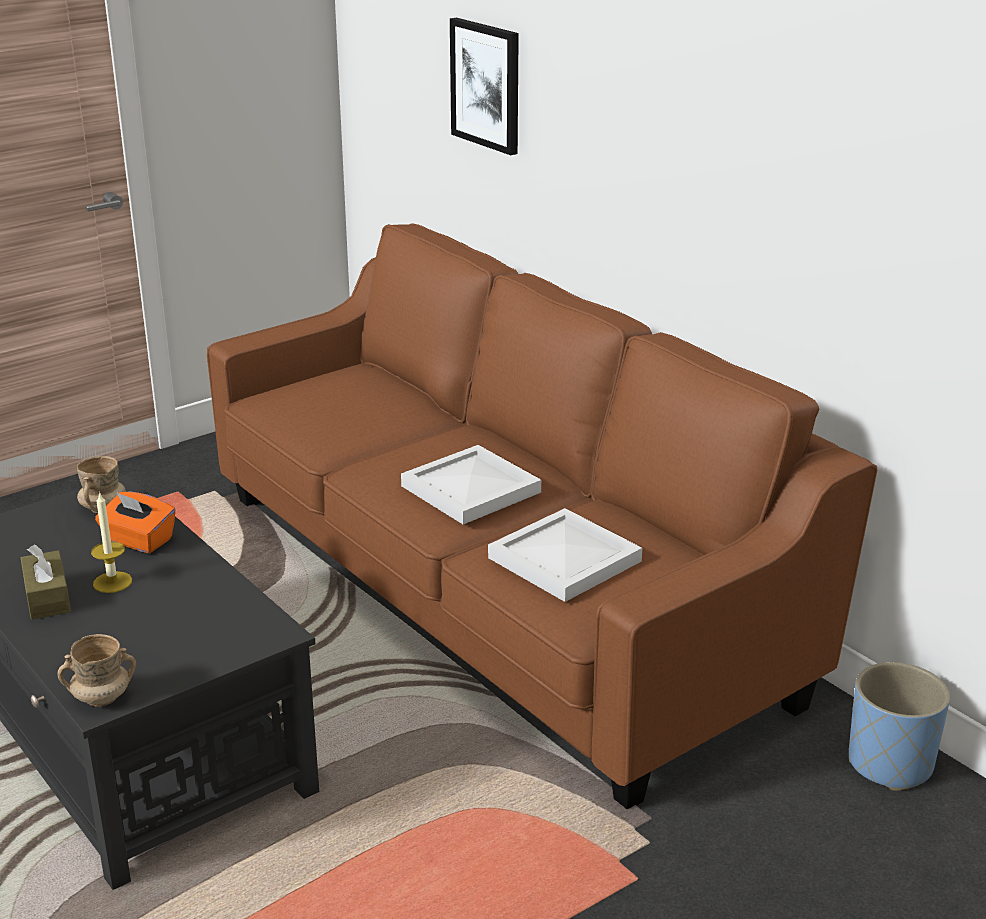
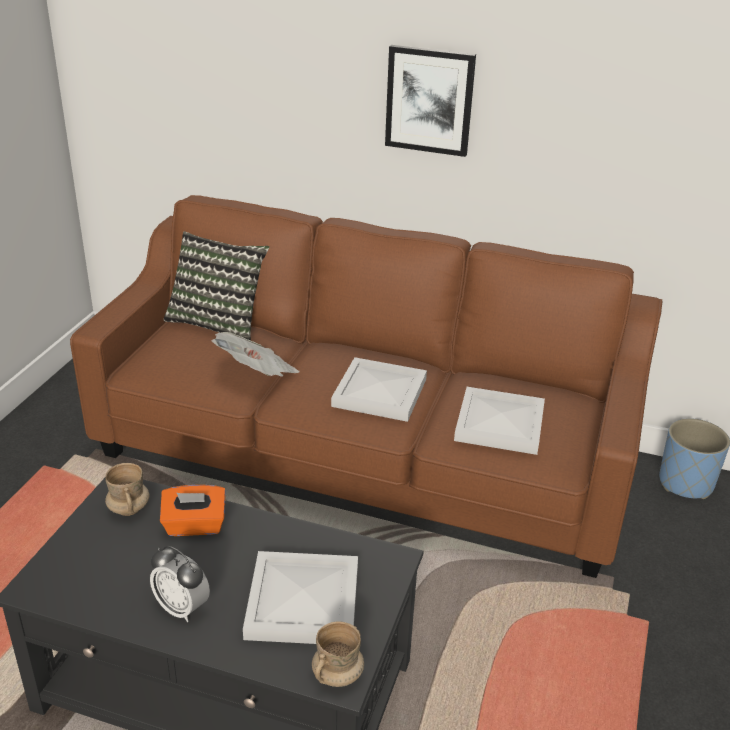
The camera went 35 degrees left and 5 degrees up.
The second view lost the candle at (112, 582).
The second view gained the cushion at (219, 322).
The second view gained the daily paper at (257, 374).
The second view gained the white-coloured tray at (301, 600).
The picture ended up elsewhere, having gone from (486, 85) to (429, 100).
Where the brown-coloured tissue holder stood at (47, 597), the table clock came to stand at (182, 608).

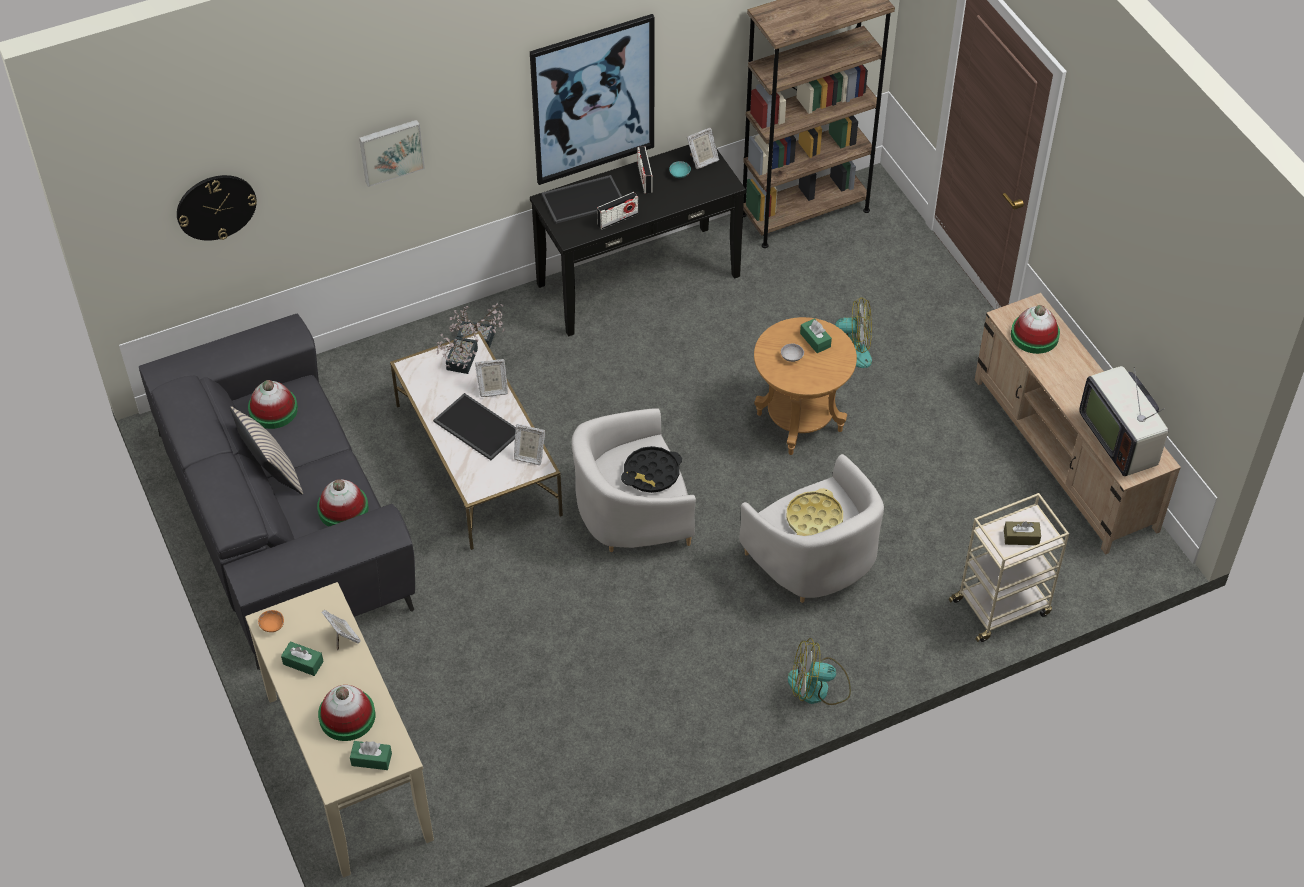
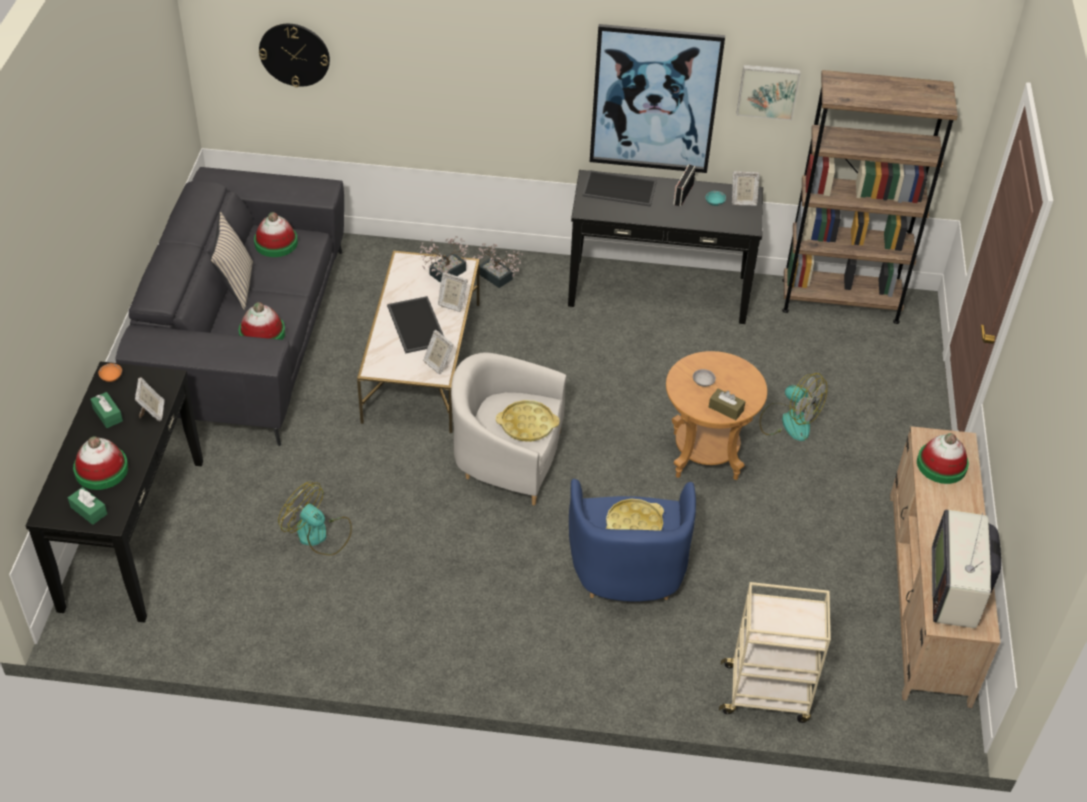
The camera went 30 degrees right and 5 degrees down.
The second view lost the radio set at (617, 219).
The second view lost the green-coloured tissue holder at (815, 340).
The picture ended up elsewhere, having gone from (391, 151) to (768, 90).
The fan ended up elsewhere, having gone from (818, 687) to (319, 535).
The brown-coloured tissue holder ended up elsewhere, having gone from (1021, 537) to (726, 409).
What was the sand-coloured narrow table at (347, 767) turned into the black-coloured narrow table at (132, 533).
What was the black-coloured tray at (651, 473) turned into the yellowish tray at (527, 425).
What was the white-coloured armchair at (814, 561) turned into the blue-coloured armchair at (628, 570).

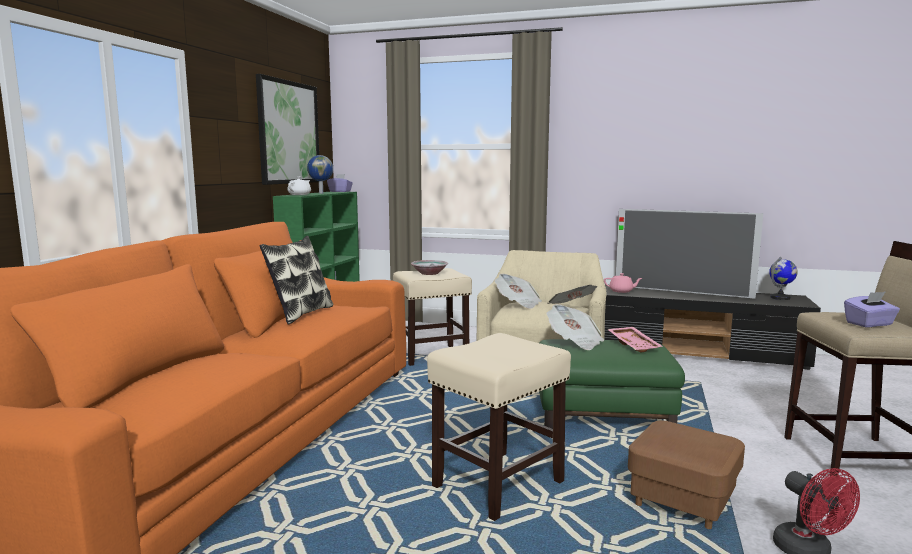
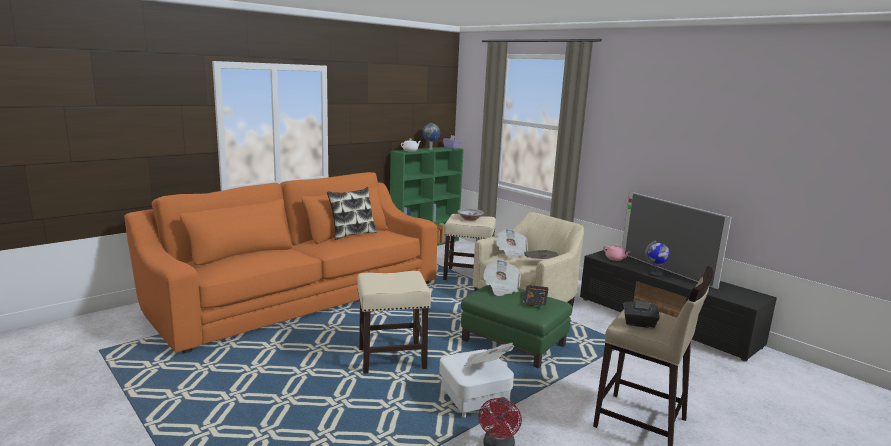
The camera went 30 degrees right and 5 degrees up.
The second view lost the picture at (288, 132).
The second view gained the daily paper at (487, 366).
The world globe ended up elsewhere, having gone from (780, 298) to (655, 274).
What was the pink-coloured tray at (634, 345) turned into the black-coloured tray at (536, 300).
What was the brown-coloured ottoman at (682, 502) turned into the white-coloured ottoman at (474, 401).
What was the purple-coloured tissue holder at (869, 324) turned into the black-coloured tissue holder at (639, 324).

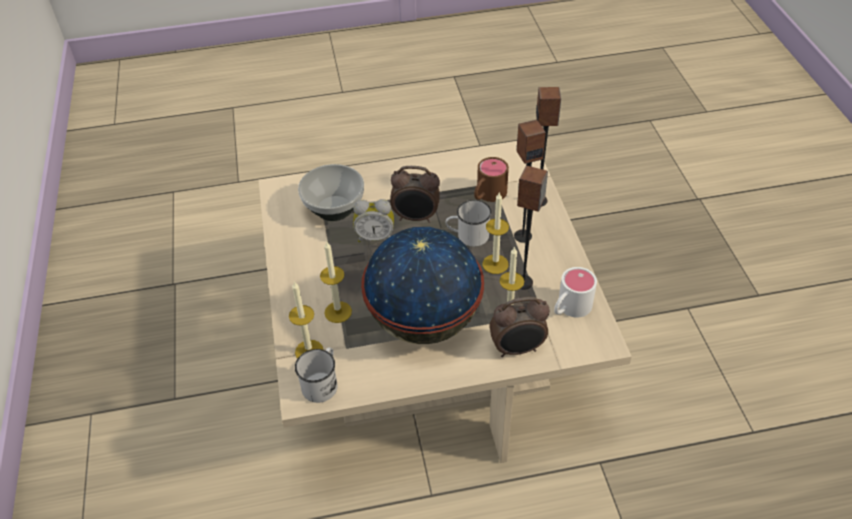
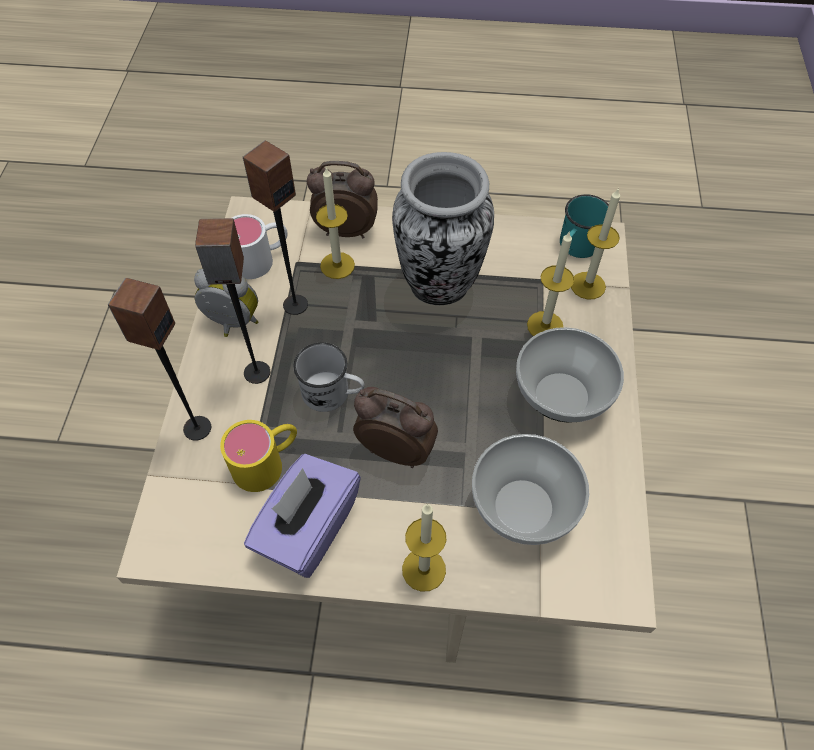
The camera went 165 degrees left and 10 degrees up.
The second view gained the purple-coloured tissue holder at (307, 528).
The second view gained the deep dish at (562, 396).
The table clock ended up elsewhere, having gone from (375, 237) to (232, 324).
The candle ended up elsewhere, having gone from (495, 264) to (424, 569).
Where the world globe stood at (424, 321), the decorative vase came to stand at (439, 287).
What was the white-coloured tea mug at (322, 383) turned into the turquoise-coloured tea mug at (575, 247).
What was the brown-coloured tea mug at (487, 195) turned into the yellowish tea mug at (267, 462).

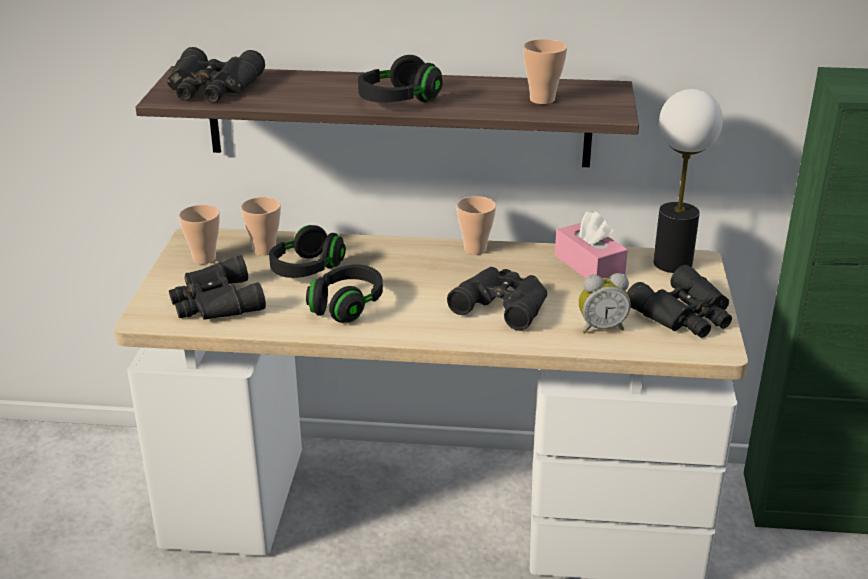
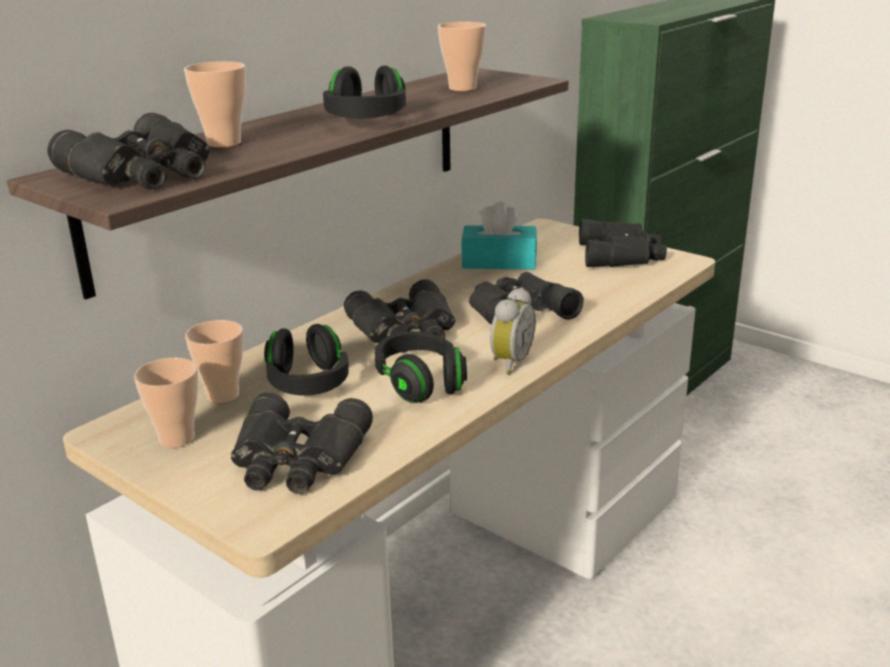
The camera went 55 degrees left and 5 degrees down.
The second view lost the table lamp at (673, 263).
The second view gained the black-coloured binoculars at (406, 331).
The small cup ended up elsewhere, having gone from (475, 249) to (224, 143).
The table clock ended up elsewhere, having gone from (601, 327) to (509, 362).
What was the pink-coloured tissue holder at (589, 266) turned into the turquoise-coloured tissue holder at (499, 262).

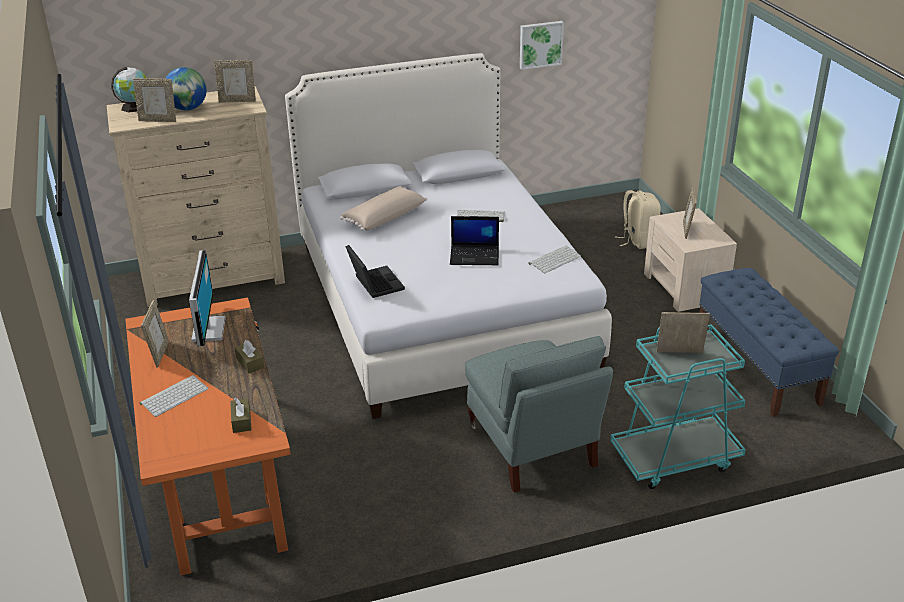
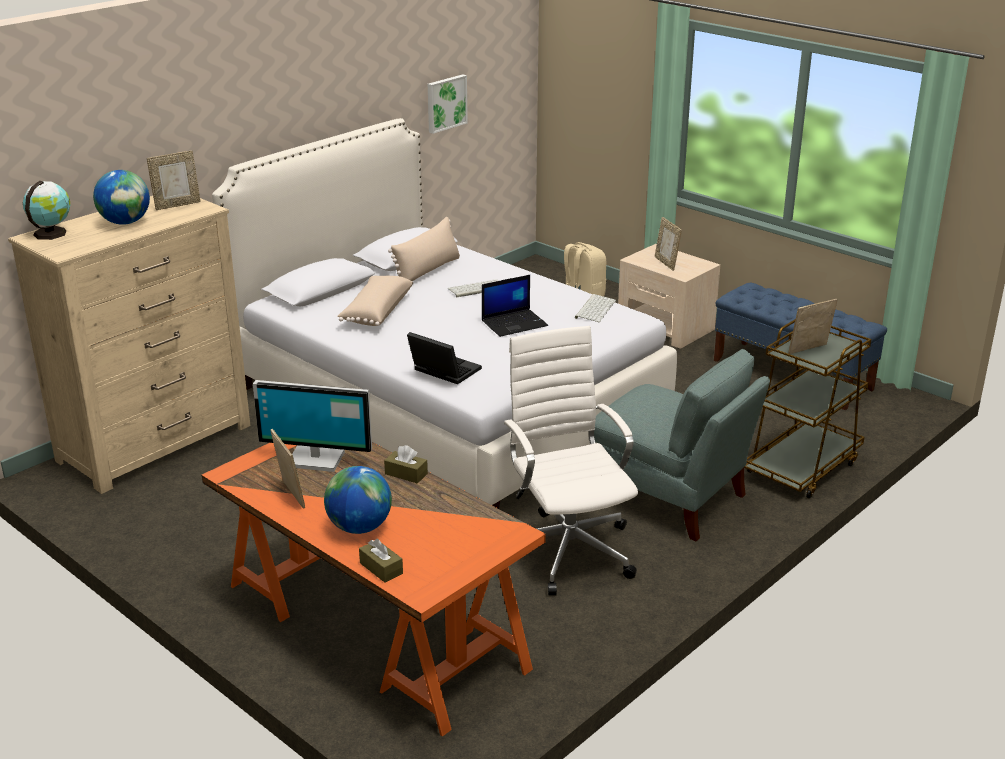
The camera went 30 degrees left and 5 degrees down.
The second view lost the picture frame at (158, 120).
The second view gained the sand-coloured cushion at (427, 271).
The second view gained the white-coloured computer chair at (567, 549).
The brown-coloured tissue holder ended up elsewhere, having gone from (241, 421) to (381, 568).
Where the computer keyboard stood at (174, 395), the world globe came to stand at (359, 527).
What was the turquoise-coloured cart at (674, 458) turned into the brown-coloured cart at (802, 467).
The computer display at (206, 330) ended up facing another way, 135 degrees clockwise from before.

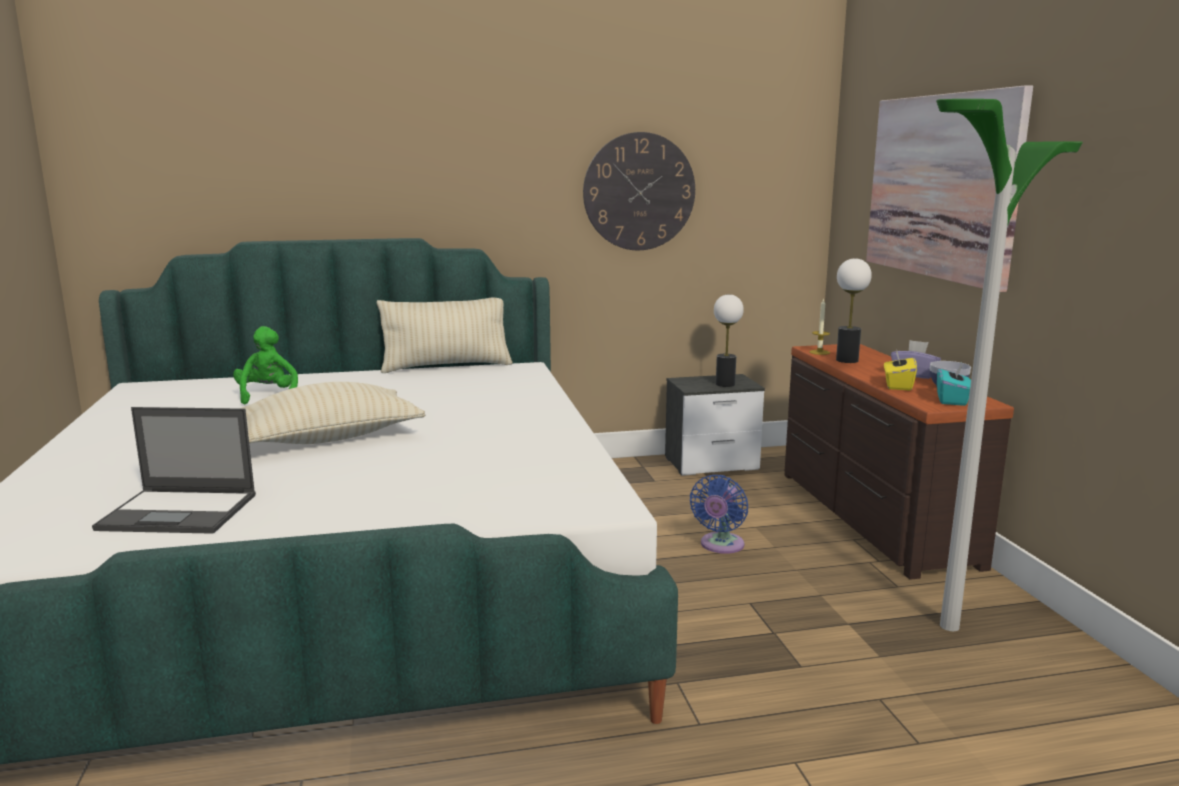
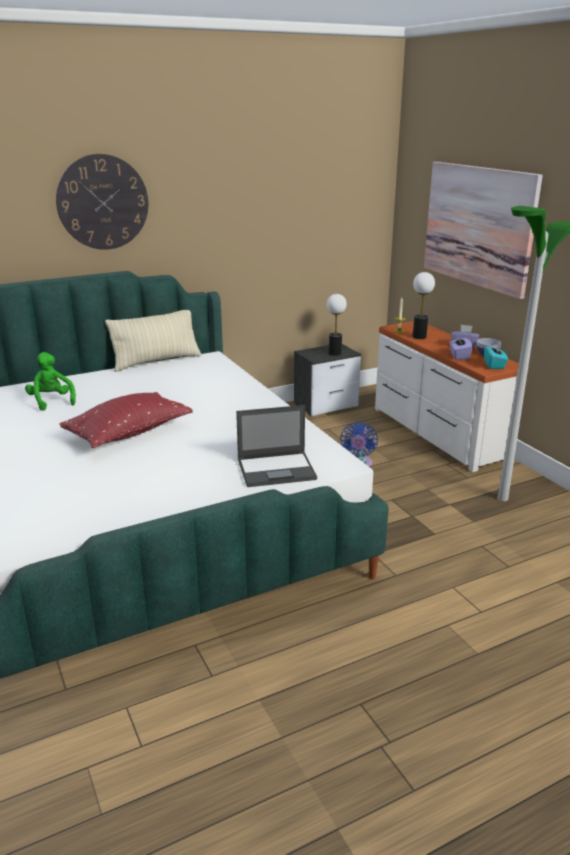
The camera went 15 degrees left and 10 degrees up.
The laptop ended up elsewhere, having gone from (180, 512) to (277, 469).
The clock on the wall ended up elsewhere, having gone from (639, 192) to (103, 202).
What was the sand-coloured cushion at (328, 439) turned into the red cushion at (129, 433).
What was the brown-coloured dresser at (871, 517) turned into the white-coloured dresser at (437, 433).
What was the yellowish tissue holder at (898, 385) turned into the purple-coloured tissue holder at (459, 356).

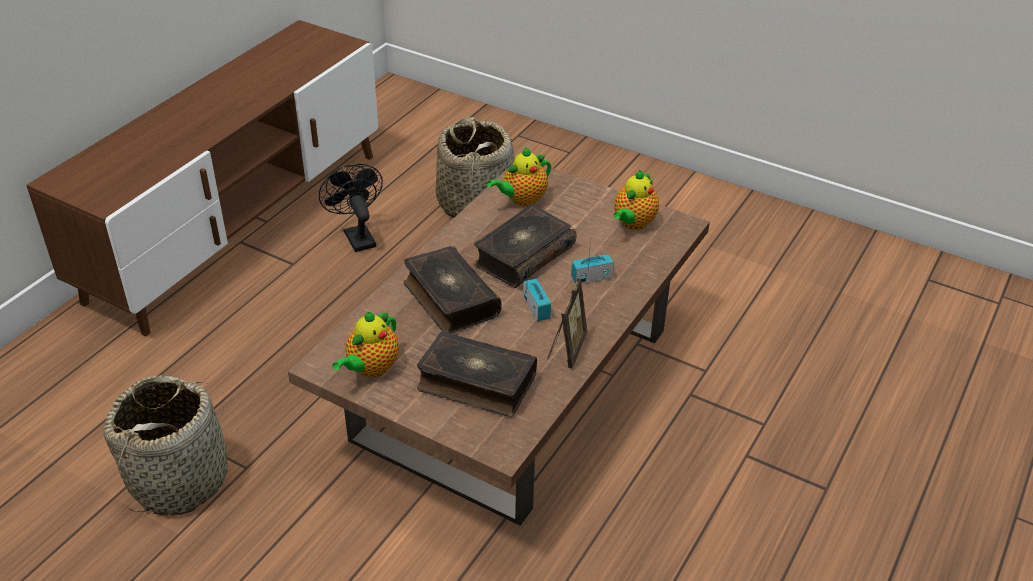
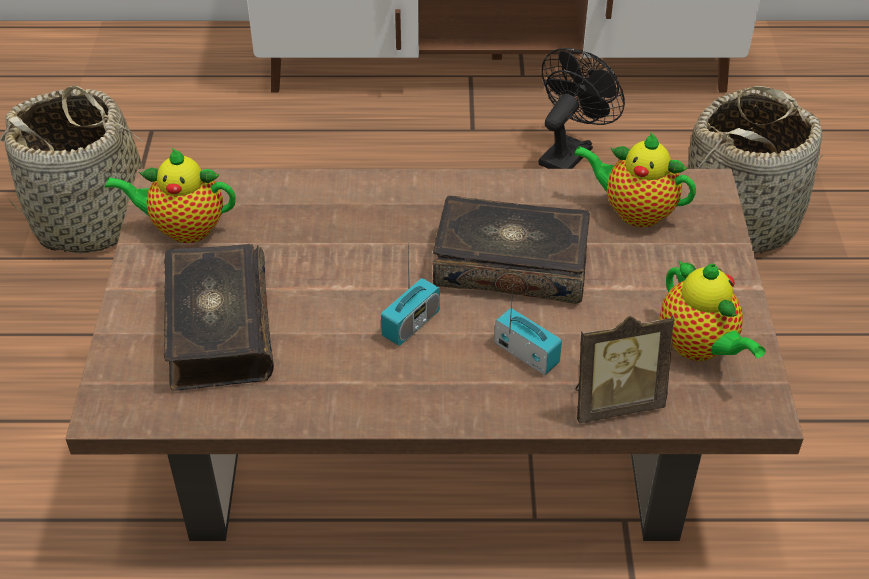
The camera went 60 degrees right and 5 degrees up.
The second view lost the book at (449, 299).
The picture frame ended up elsewhere, having gone from (566, 349) to (614, 402).
The tea pot at (633, 223) ended up facing another way, 120 degrees counterclockwise from before.

